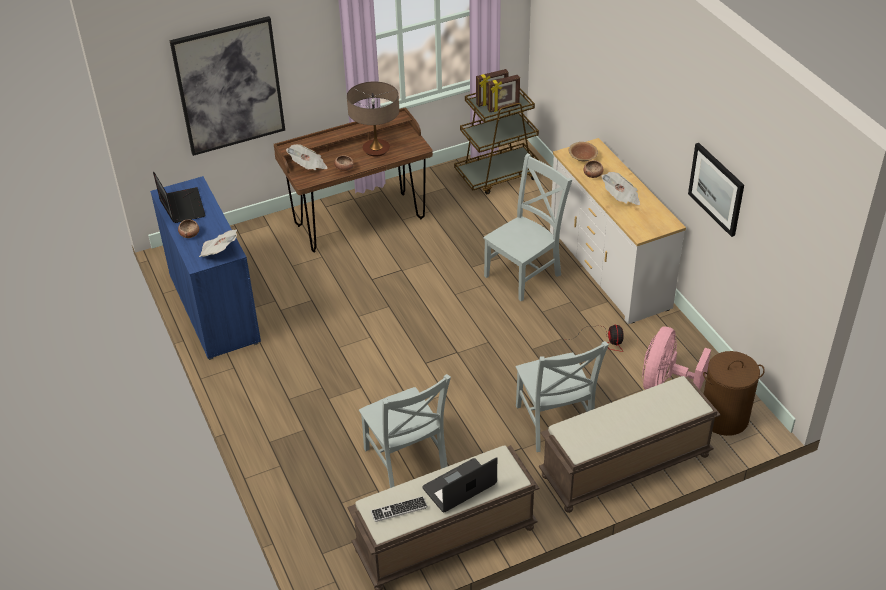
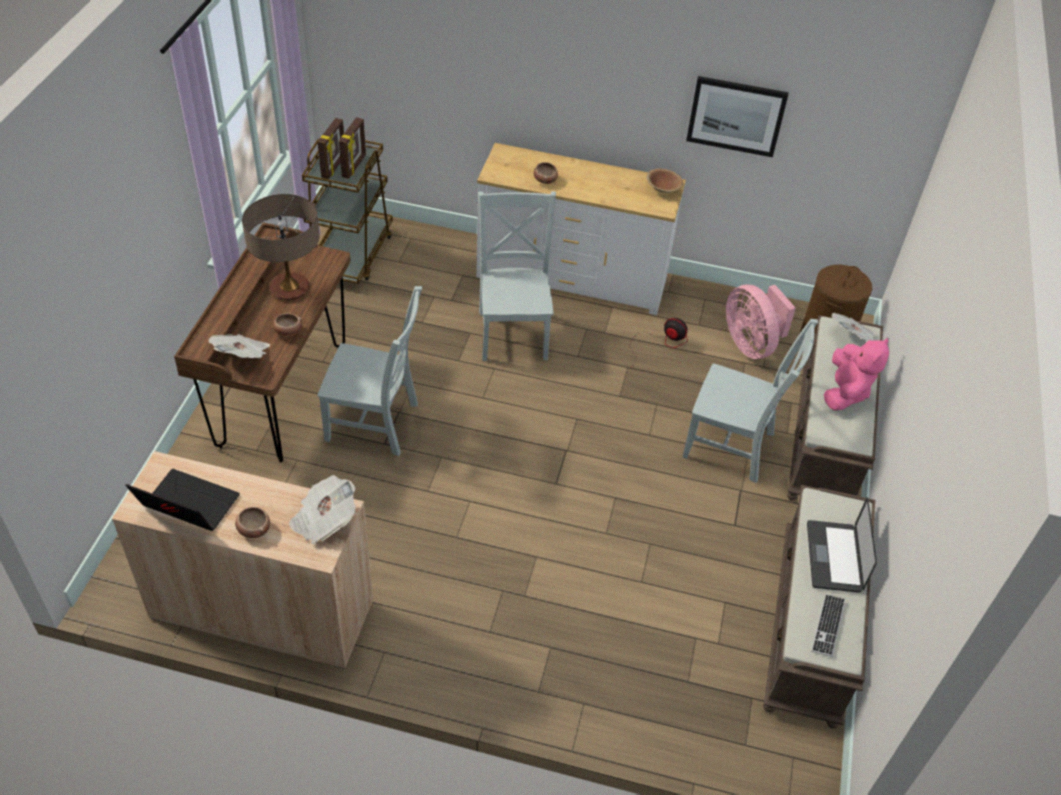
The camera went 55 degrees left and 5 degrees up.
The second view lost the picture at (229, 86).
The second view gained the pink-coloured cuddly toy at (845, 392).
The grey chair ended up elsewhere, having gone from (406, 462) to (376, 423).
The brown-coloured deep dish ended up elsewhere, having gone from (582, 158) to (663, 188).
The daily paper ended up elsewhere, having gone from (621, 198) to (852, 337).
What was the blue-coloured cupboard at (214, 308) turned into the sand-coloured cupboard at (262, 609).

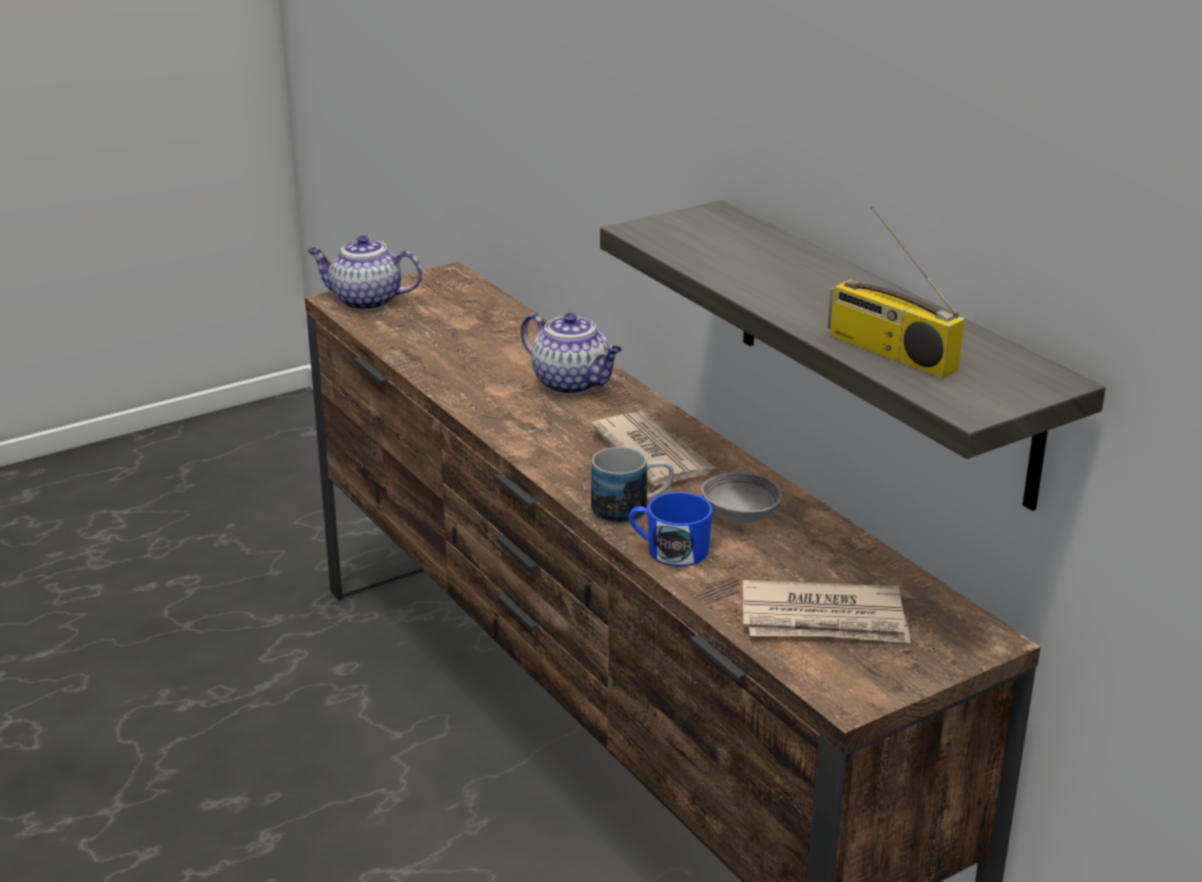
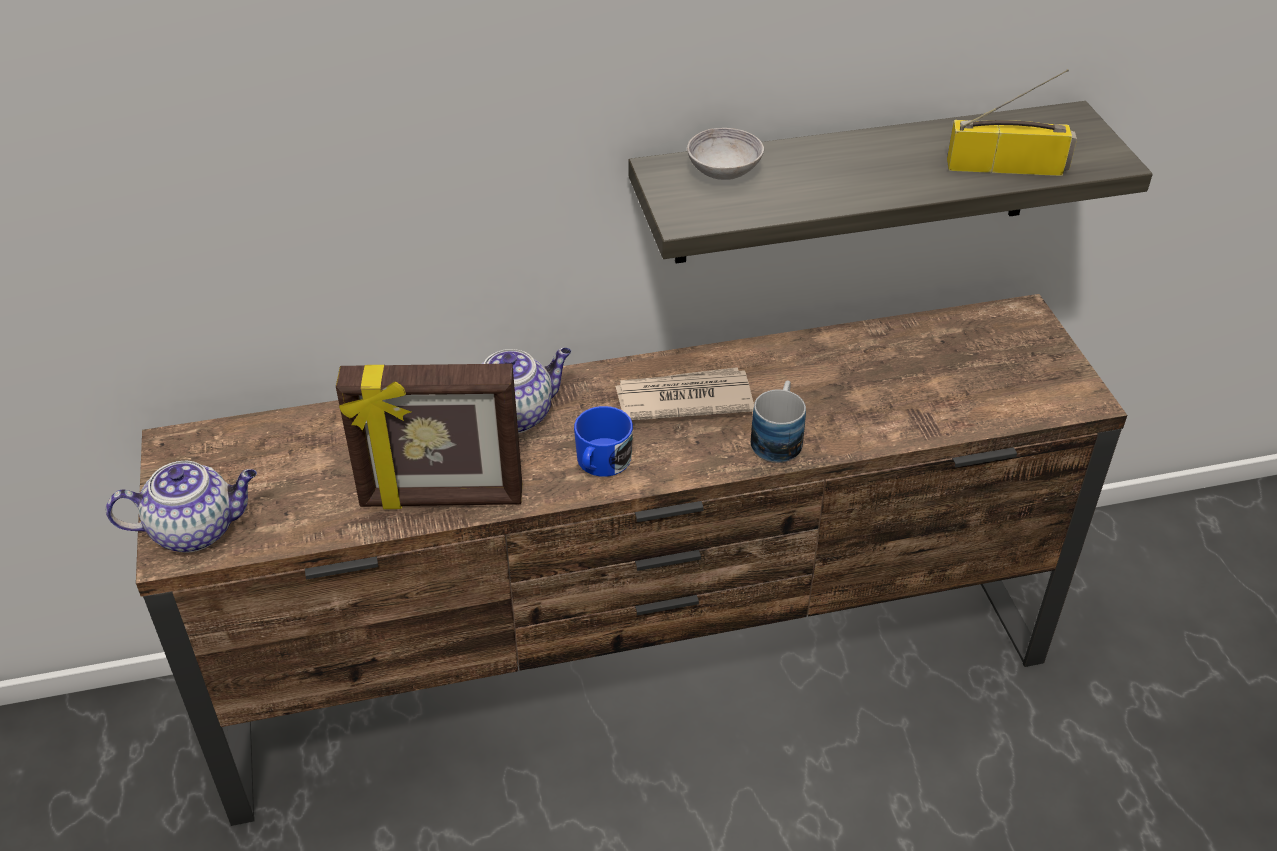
The camera went 70 degrees left and 15 degrees up.
The second view lost the daily paper at (824, 620).
The second view gained the picture frame at (441, 499).
The blue-coloured tea mug ended up elsewhere, having gone from (669, 550) to (601, 463).
The grey deep dish ended up elsewhere, having gone from (740, 516) to (724, 171).
The tea pot at (365, 301) ended up facing another way, 135 degrees counterclockwise from before.
The radio set at (888, 352) ended up facing another way, 150 degrees counterclockwise from before.

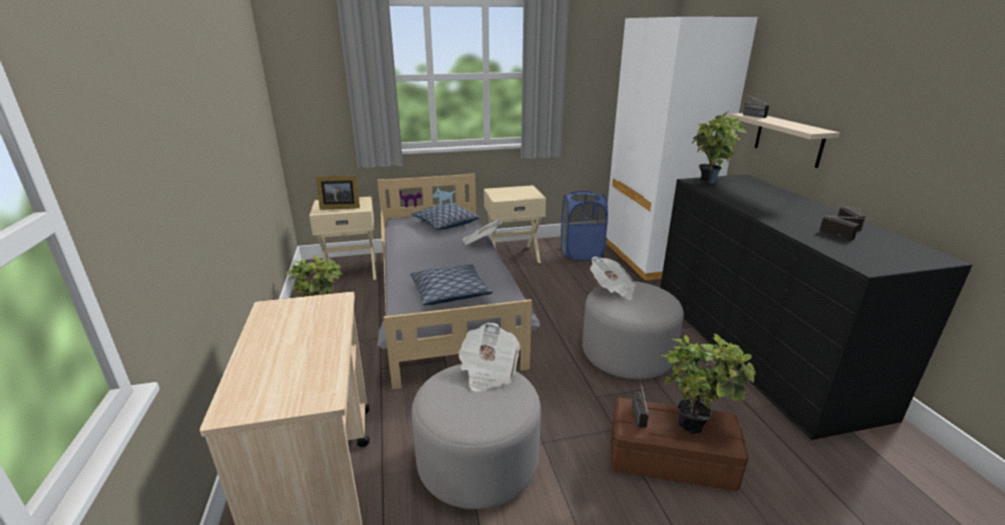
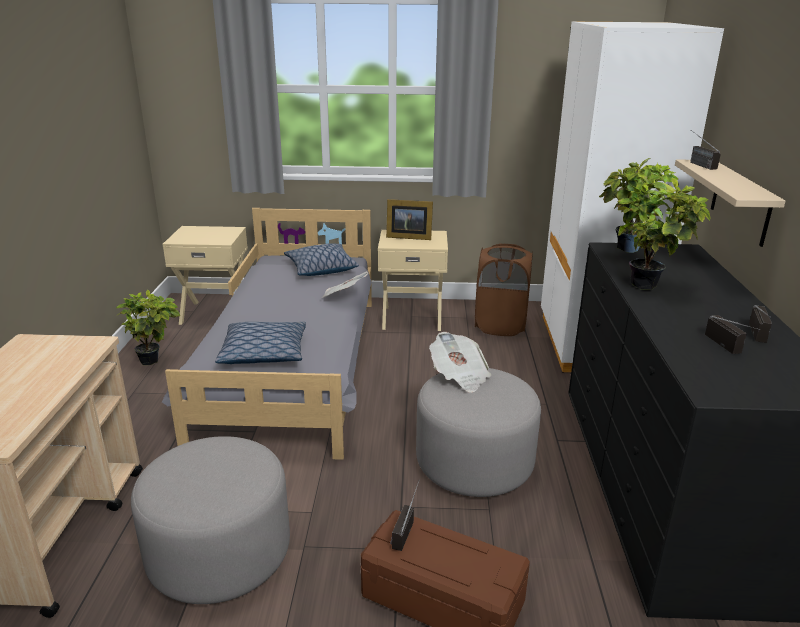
The camera went 15 degrees right and 0 degrees up.
The second view lost the daily paper at (488, 371).
The picture frame ended up elsewhere, having gone from (339, 207) to (407, 236).
The potted plant ended up elsewhere, having gone from (695, 423) to (650, 285).
What was the blue-coloured washing basket at (581, 253) turned into the brown-coloured washing basket at (500, 325).

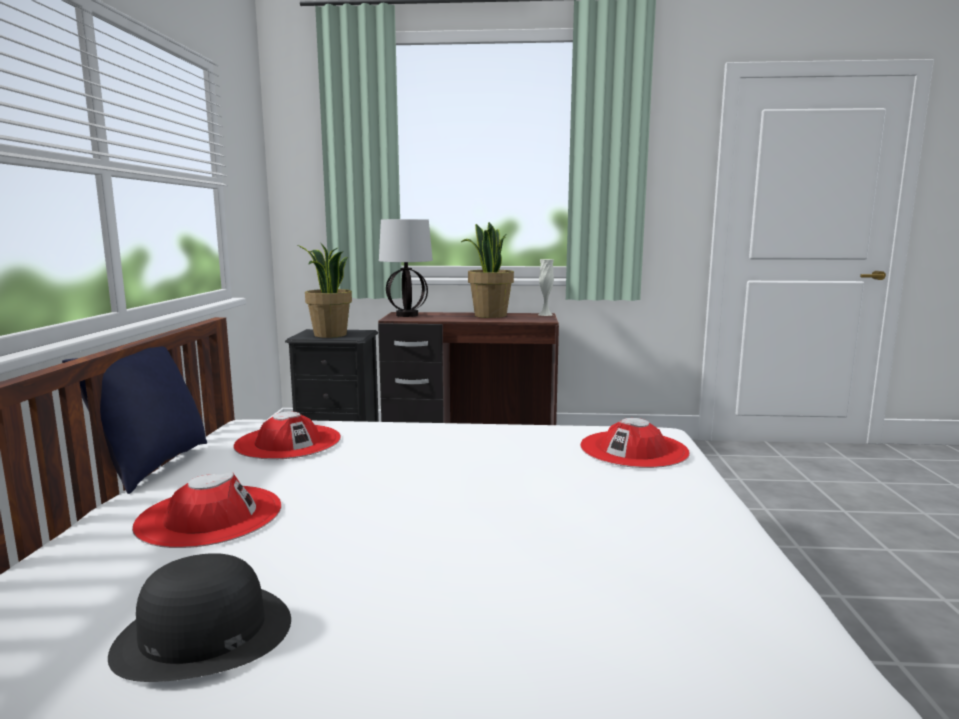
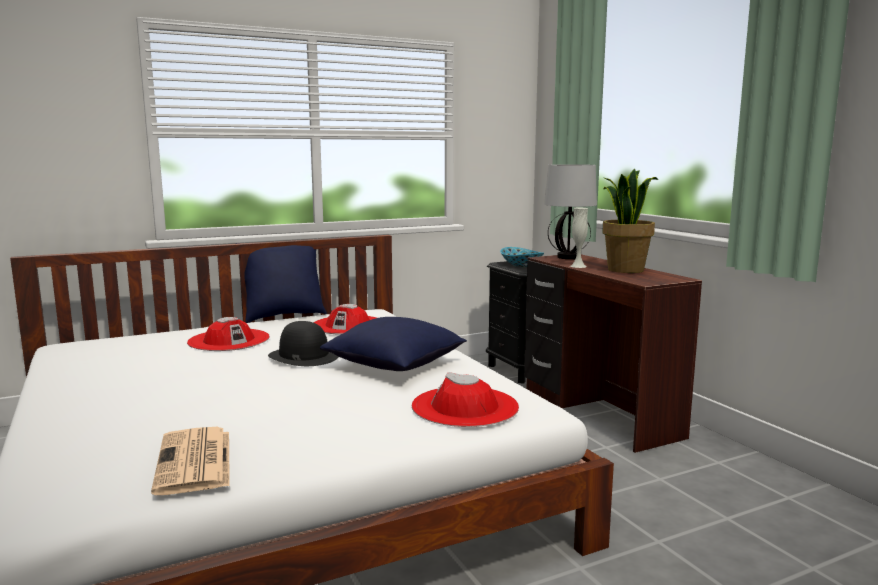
The camera went 60 degrees right and 0 degrees up.
The second view gained the daily paper at (195, 462).
The second view gained the blue-coloured cushion at (395, 366).
The black-coloured clothing hat ended up elsewhere, having gone from (203, 634) to (303, 355).
The white-coloured decorative vase ended up elsewhere, having gone from (545, 314) to (578, 266).
Where the potted plant stood at (329, 335), the deep dish came to stand at (521, 265).

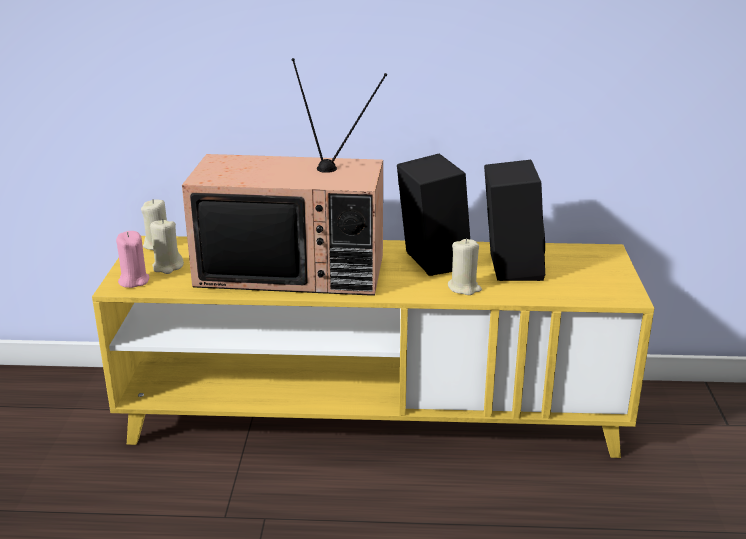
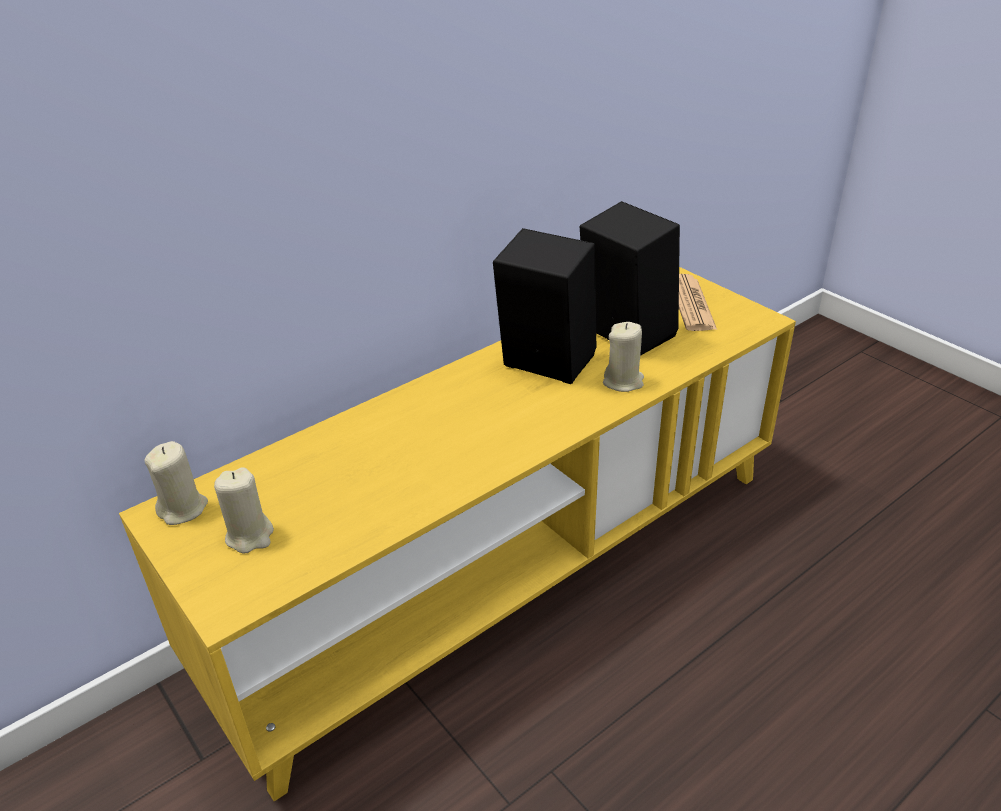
The camera went 40 degrees left and 10 degrees up.
The second view lost the pink-coloured candle at (133, 281).
The second view lost the TV at (294, 270).
The second view gained the daily paper at (691, 304).

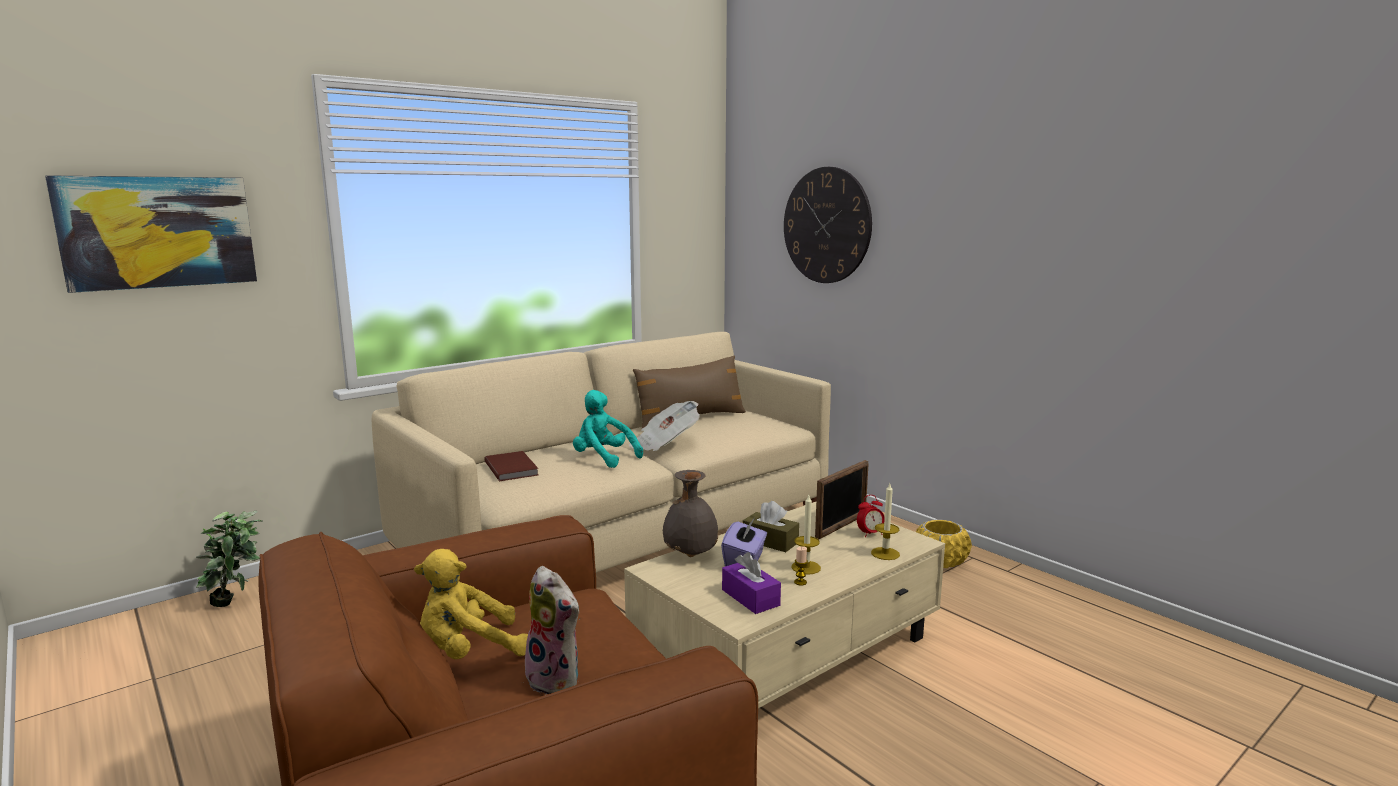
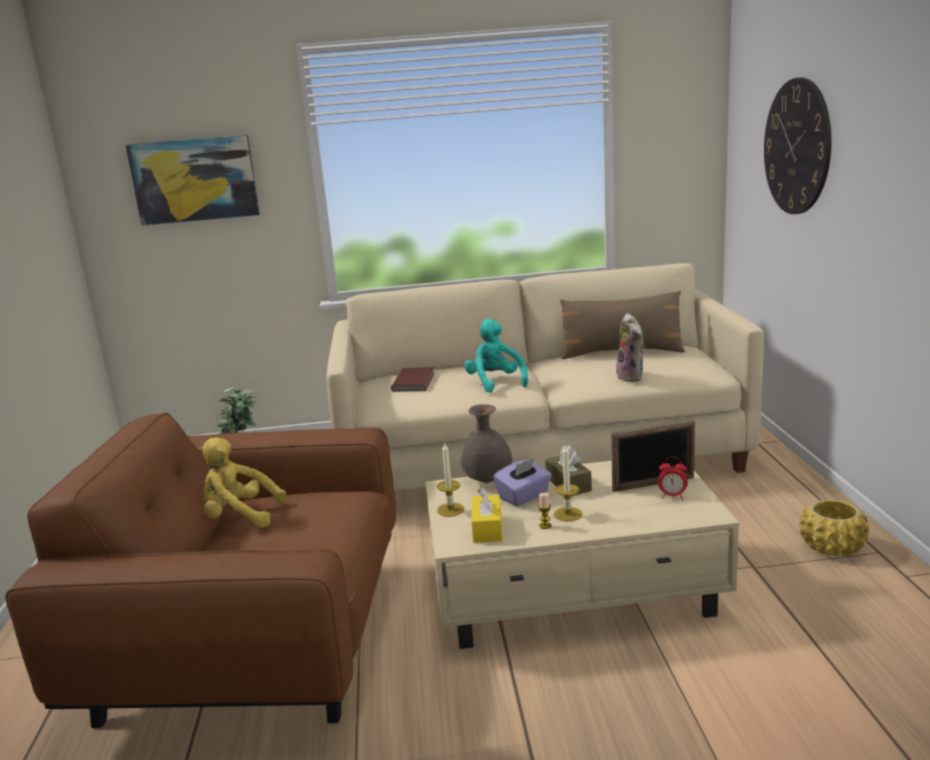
The camera went 35 degrees right and 5 degrees up.
The second view lost the daily paper at (664, 444).
The cuddly toy ended up elsewhere, having gone from (557, 679) to (632, 377).
The candle ended up elsewhere, having gone from (885, 553) to (450, 510).
What was the purple-coloured tissue holder at (750, 597) turned into the yellowish tissue holder at (487, 528).

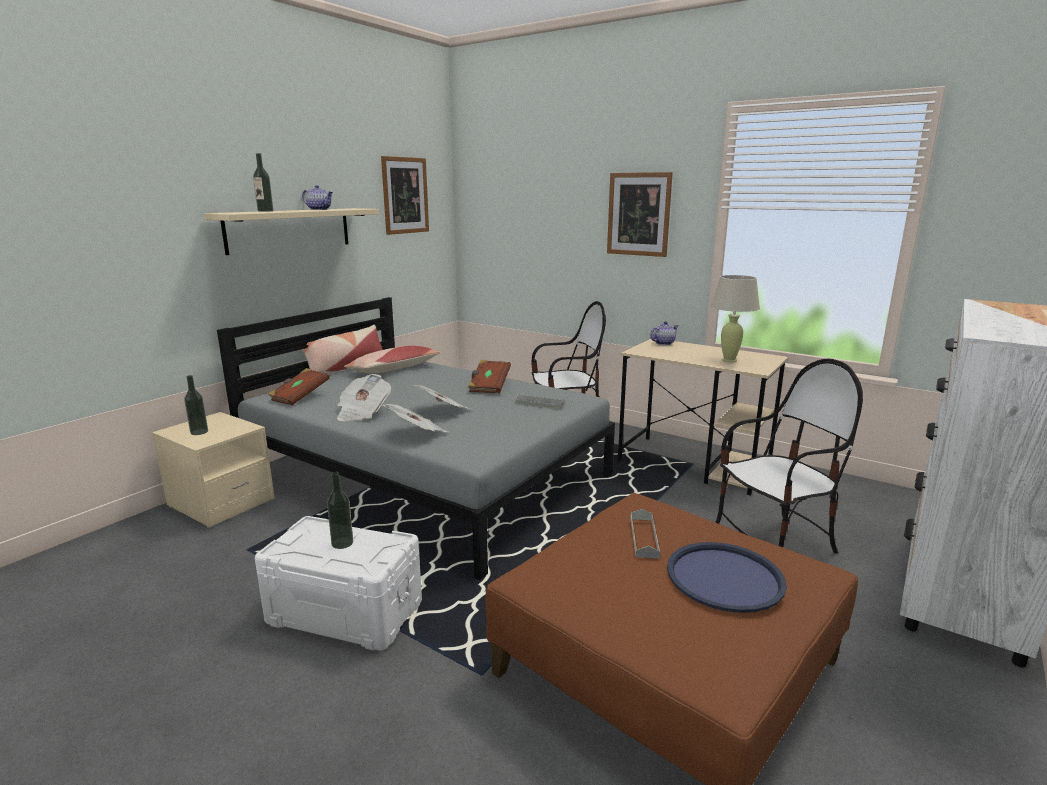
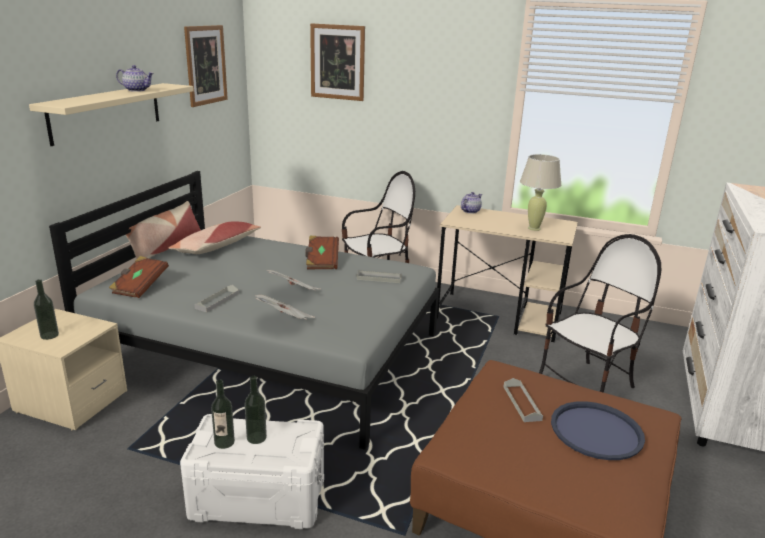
The camera went 15 degrees left and 5 degrees up.
The beverage bottle ended up elsewhere, having gone from (265, 211) to (224, 442).
The picture ended up elsewhere, having gone from (638, 214) to (337, 62).
Where the daily paper stood at (362, 412), the grey tray came to stand at (217, 301).

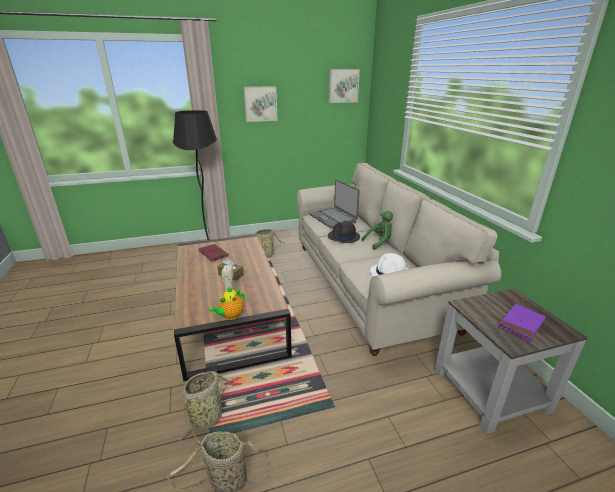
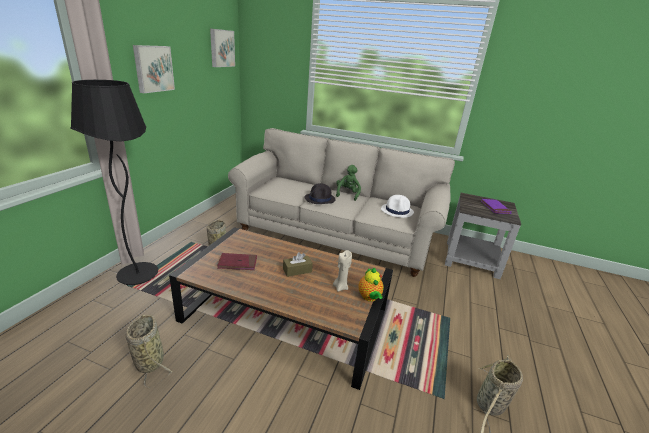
The camera went 55 degrees left and 0 degrees up.
The second view lost the laptop at (333, 218).
The household basket ended up elsewhere, having gone from (208, 417) to (150, 360).

